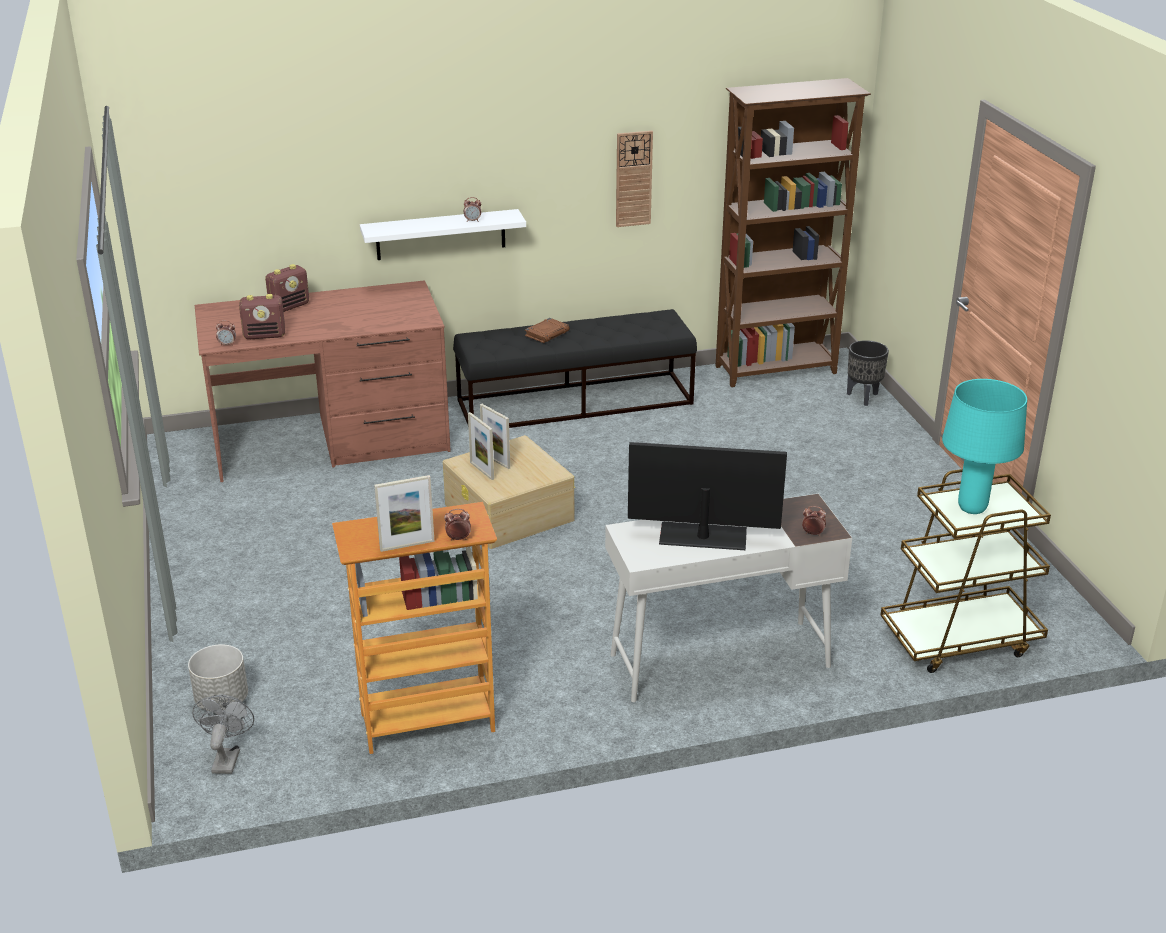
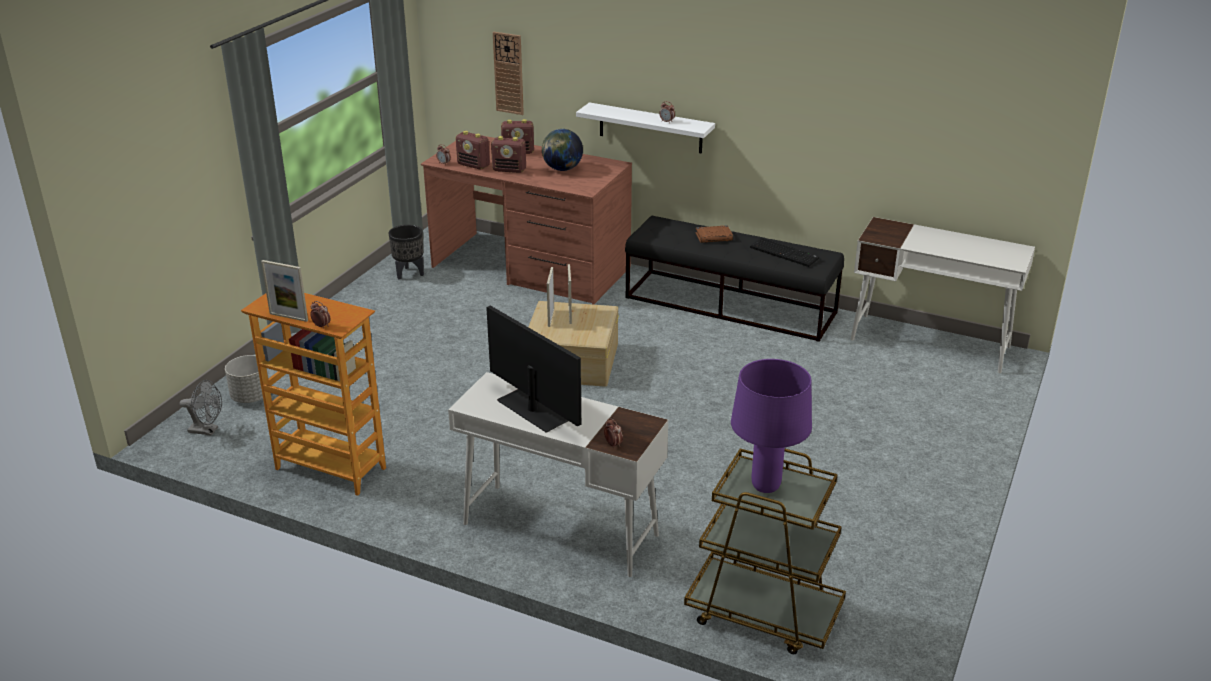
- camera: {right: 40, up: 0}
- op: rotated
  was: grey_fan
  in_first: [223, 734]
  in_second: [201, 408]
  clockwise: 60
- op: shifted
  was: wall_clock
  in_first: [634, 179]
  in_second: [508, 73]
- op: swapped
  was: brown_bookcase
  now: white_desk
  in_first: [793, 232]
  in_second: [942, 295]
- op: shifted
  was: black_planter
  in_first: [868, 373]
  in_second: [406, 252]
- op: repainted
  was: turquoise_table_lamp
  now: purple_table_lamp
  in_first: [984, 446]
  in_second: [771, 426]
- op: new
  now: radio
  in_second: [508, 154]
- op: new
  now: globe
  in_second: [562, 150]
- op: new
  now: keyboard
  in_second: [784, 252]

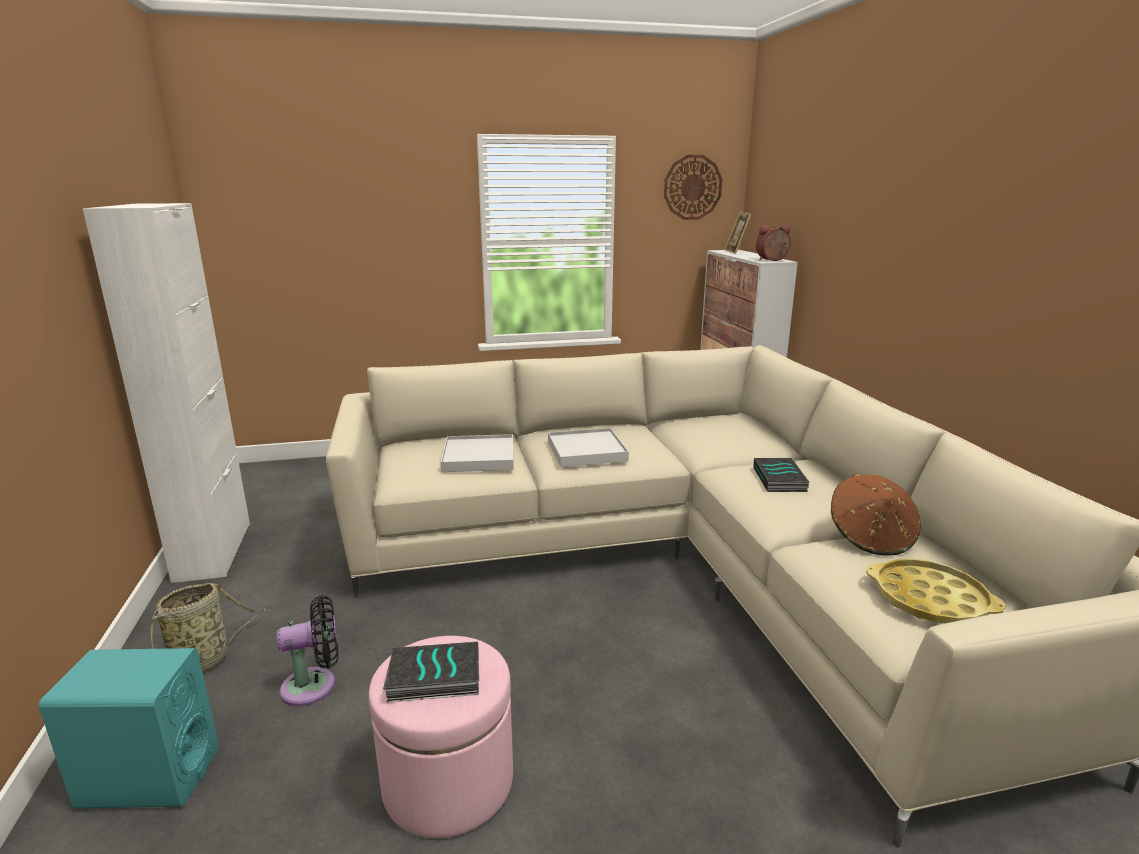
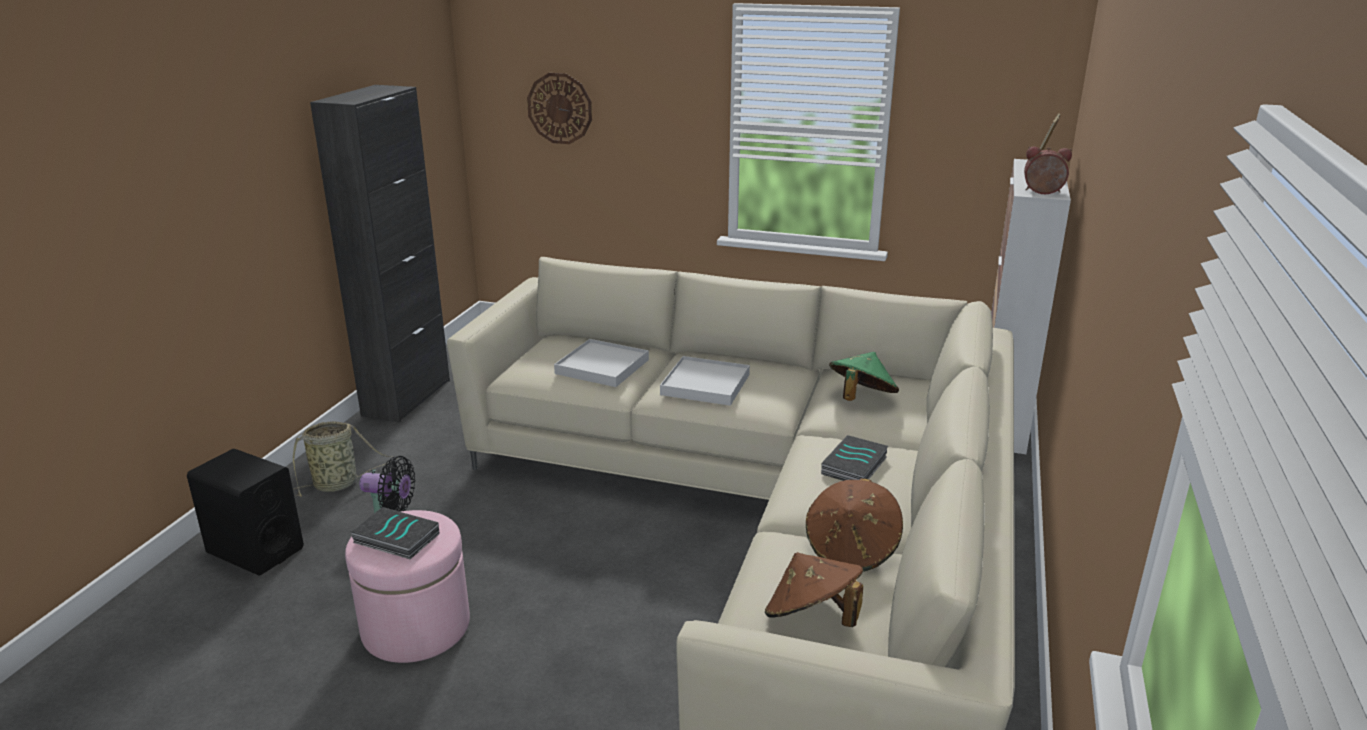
- camera: {right: 30, up: 5}
- op: repainted
  was: turquoise_speaker
  now: black_speaker
  in_first: [129, 728]
  in_second: [245, 512]
- op: repainted
  was: white_cabinet
  now: black_cabinet
  in_first: [166, 393]
  in_second: [380, 253]
- op: shifted
  was: wall_clock
  in_first: [693, 187]
  in_second: [559, 108]
- op: swapped
  was: yellow_tray
  now: brown_hat
  in_first: [935, 591]
  in_second: [814, 589]
- op: new
  now: green_hat
  in_second: [864, 376]

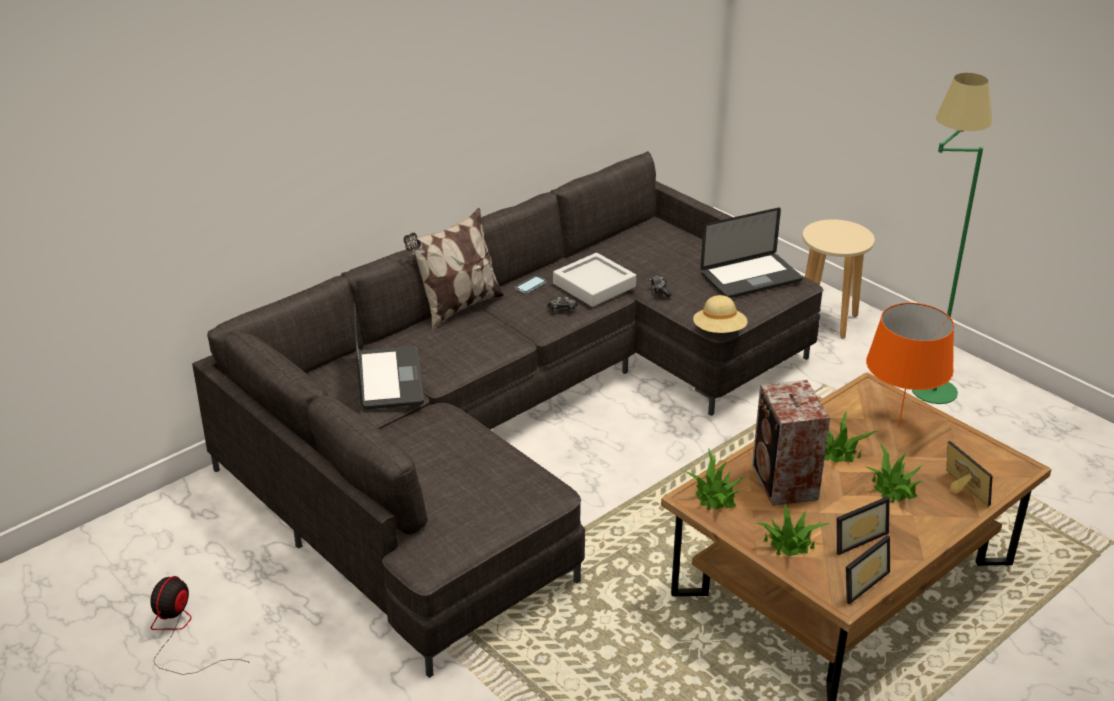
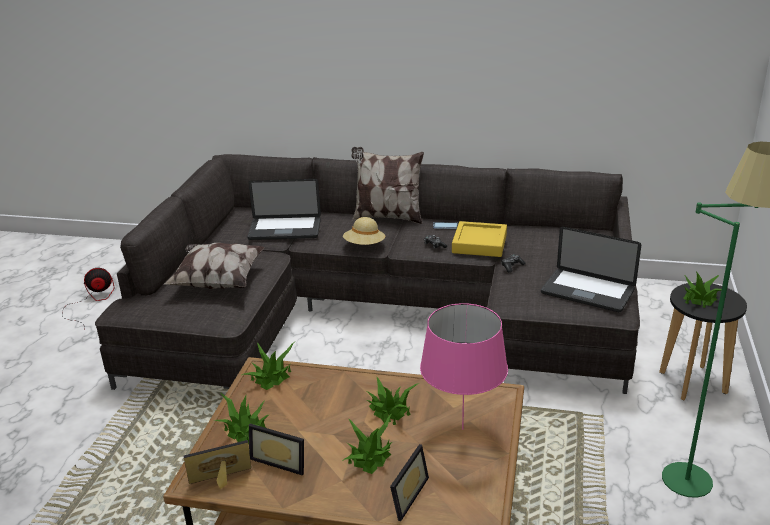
- camera: {right: 55, up: -5}
- op: rotated
  was: laptop
  in_first: [388, 355]
  in_second: [284, 209]
  clockwise: 45
- op: repainted
  was: grey_tray
  now: yellow_tray
  in_first: [594, 280]
  in_second: [479, 239]
- op: shifted
  was: beige_hat
  in_first: [720, 314]
  in_second: [364, 231]
- op: gone
  was: speaker
  in_first: [791, 443]
- op: repainted
  was: beige_stool
  now: black_stool
  in_first: [838, 279]
  in_second: [703, 341]
- op: rotated
  was: picture_frame
  in_first: [868, 569]
  in_second: [217, 464]
  clockwise: 150
- op: repainted
  was: orange_table_lamp
  now: pink_table_lamp
  in_first: [910, 365]
  in_second: [464, 366]
- op: new
  now: pillow
  in_second: [214, 266]
- op: new
  now: potted_plant
  in_second: [702, 289]

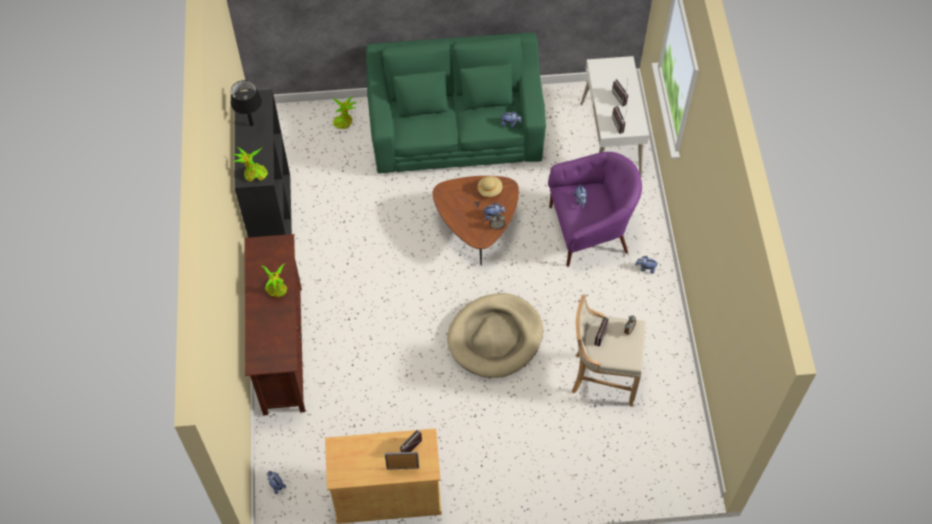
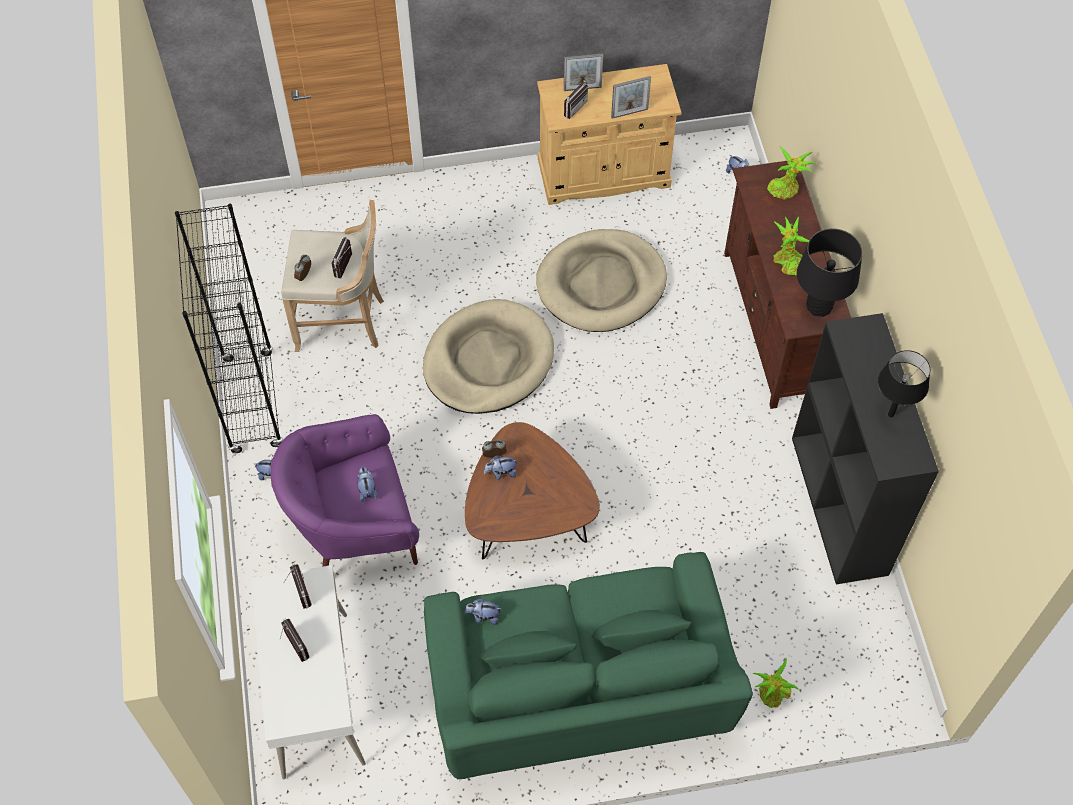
- camera: {right: 175, up: 0}
- op: shifted
  was: potted_plant
  in_first: [250, 164]
  in_second: [791, 173]
- op: gone
  was: beige_hat
  in_first: [489, 186]
- op: new
  now: black_bookcase
  in_second: [229, 328]
- op: new
  now: beige_dog_bed
  in_second: [601, 280]
- op: new
  now: picture_frame
  in_second: [631, 97]
- op: new
  now: black_table_lamp
  in_second: [830, 272]

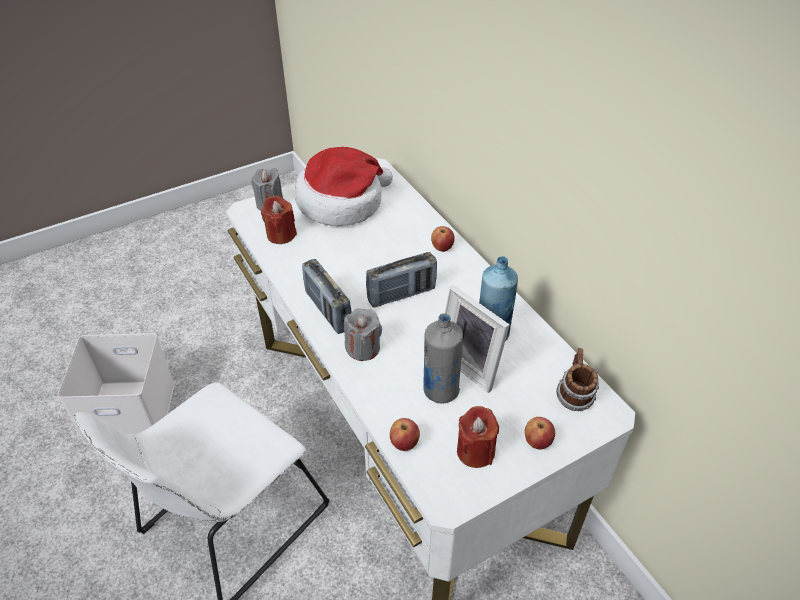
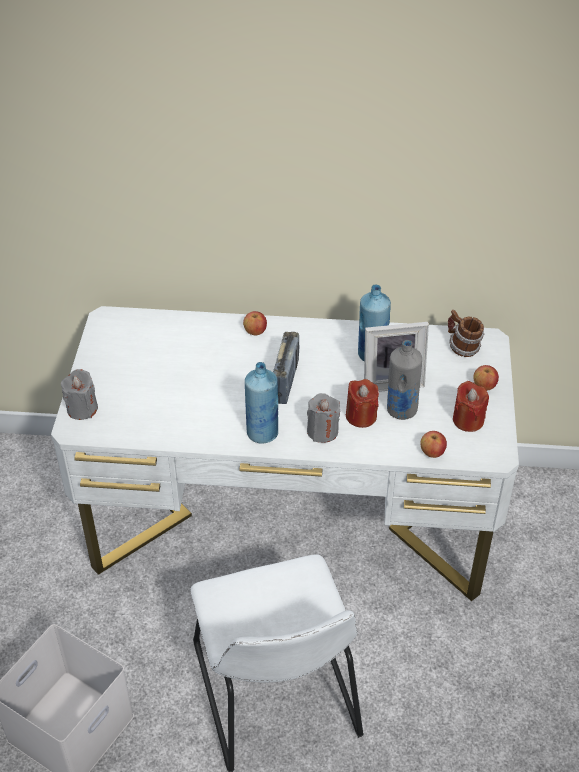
- camera: {right: -55, up: 0}
- op: shifted
  was: red_candle
  in_first: [279, 219]
  in_second: [362, 403]
- op: gone
  was: hat
  in_first: [344, 186]
- op: swapped
  was: radio
  now: blue_bottle
  in_first: [327, 296]
  in_second: [261, 403]

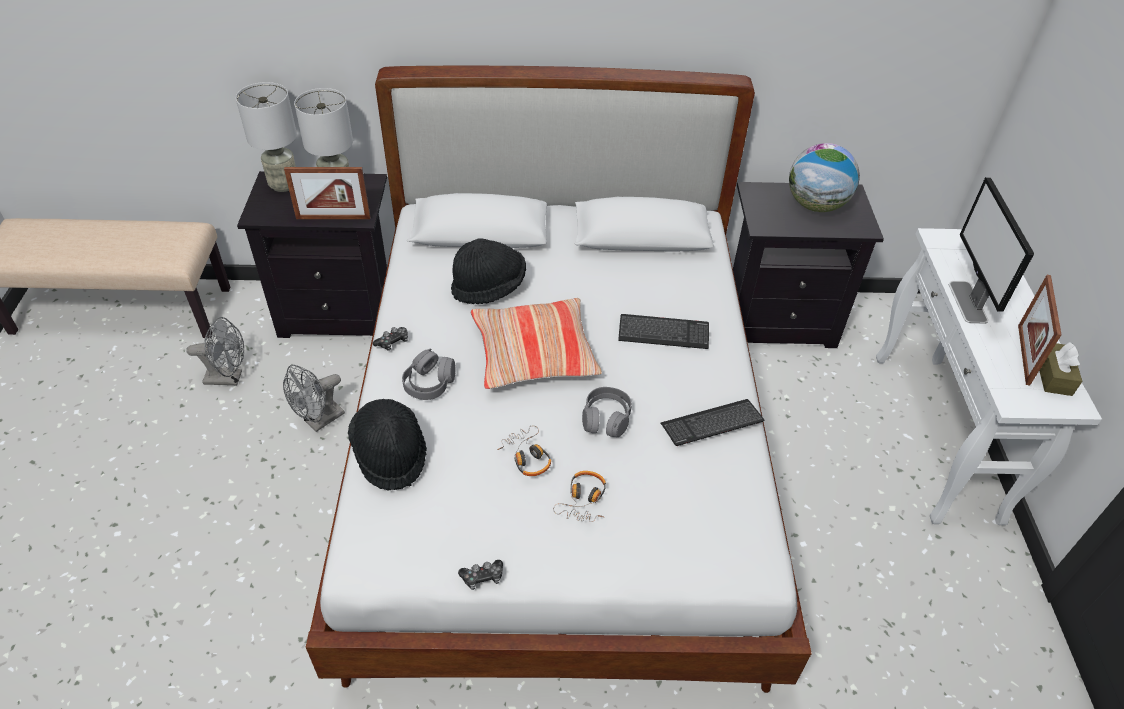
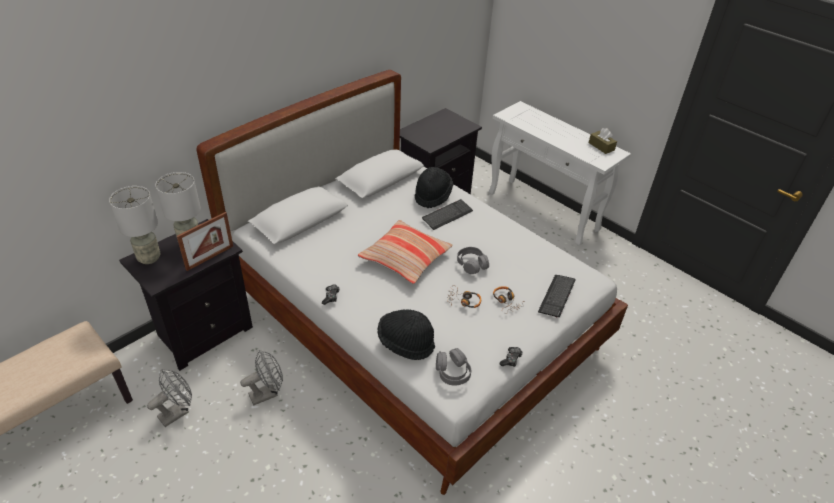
- camera: {right: -45, up: -5}
- op: rotated
  was: grey_fan
  in_first: [314, 398]
  in_second: [261, 377]
  clockwise: -120
- op: shifted
  was: grey_headphones
  in_first: [429, 374]
  in_second: [453, 367]
- op: shifted
  was: black_hat
  in_first: [488, 271]
  in_second: [434, 187]
- op: shifted
  was: keyboard
  in_first: [712, 422]
  in_second: [557, 296]
- op: gone
  was: globe
  in_first: [824, 177]
- op: gone
  was: monitor
  in_first: [991, 250]
- op: gone
  was: picture_frame
  in_first: [1040, 330]

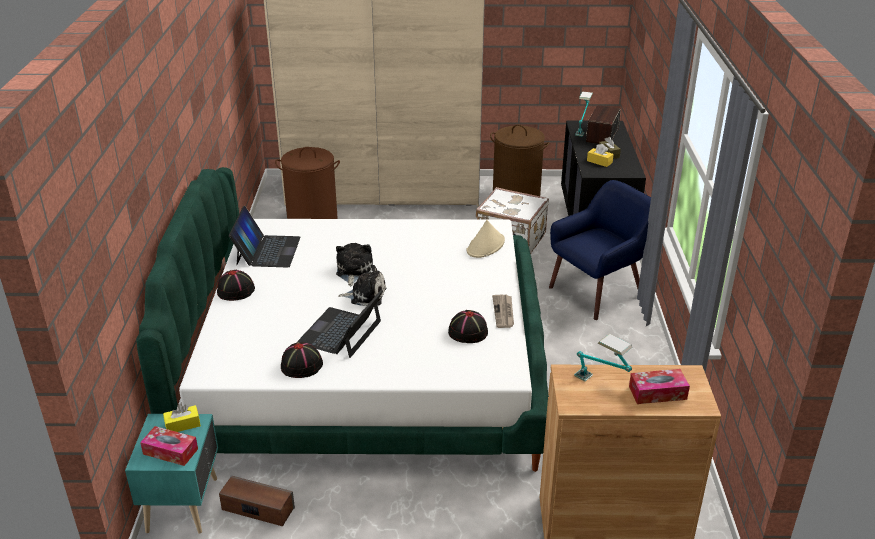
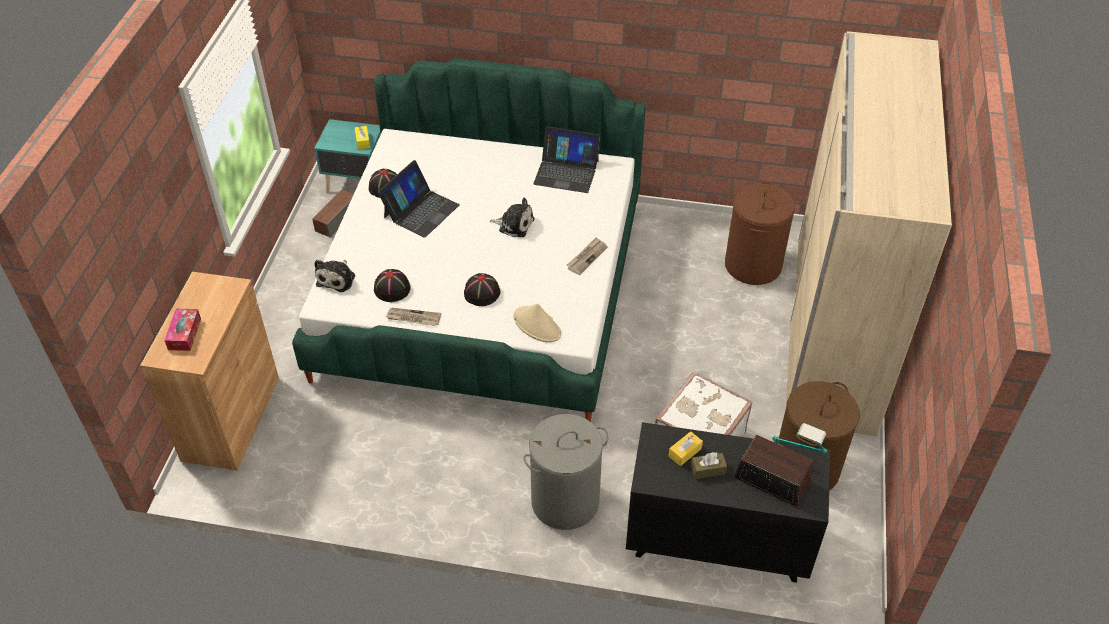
- camera: {right: 100, up: 15}
- op: gone
  was: tissue_box
  in_first: [169, 446]
- op: shifted
  was: black_hat
  in_first: [236, 285]
  in_second: [482, 289]
- op: rotated
  was: laptop
  in_first: [340, 323]
  in_second: [419, 199]
  clockwise: 90
- op: shifted
  was: plush_toy
  in_first: [362, 285]
  in_second: [334, 276]
- op: swapped
  was: blue_armchair
  now: grey_laundry_basket
  in_first: [600, 250]
  in_second: [566, 472]
- op: gone
  was: table_lamp
  in_first: [603, 358]
- op: new
  now: newspaper
  in_second: [587, 256]

